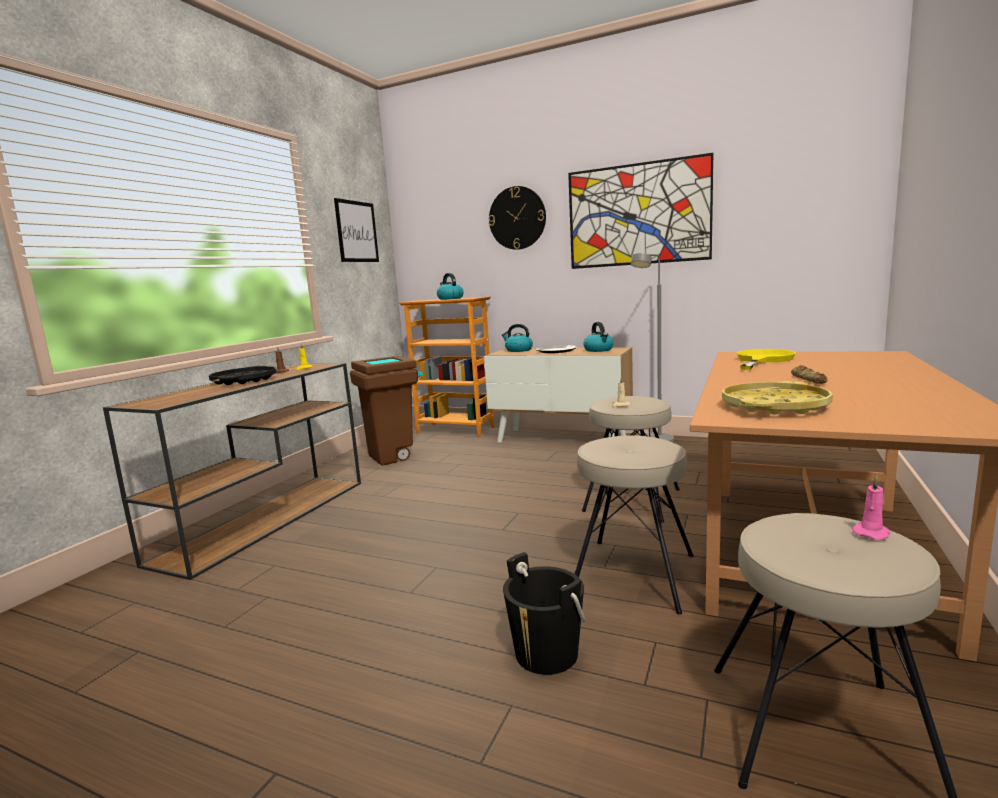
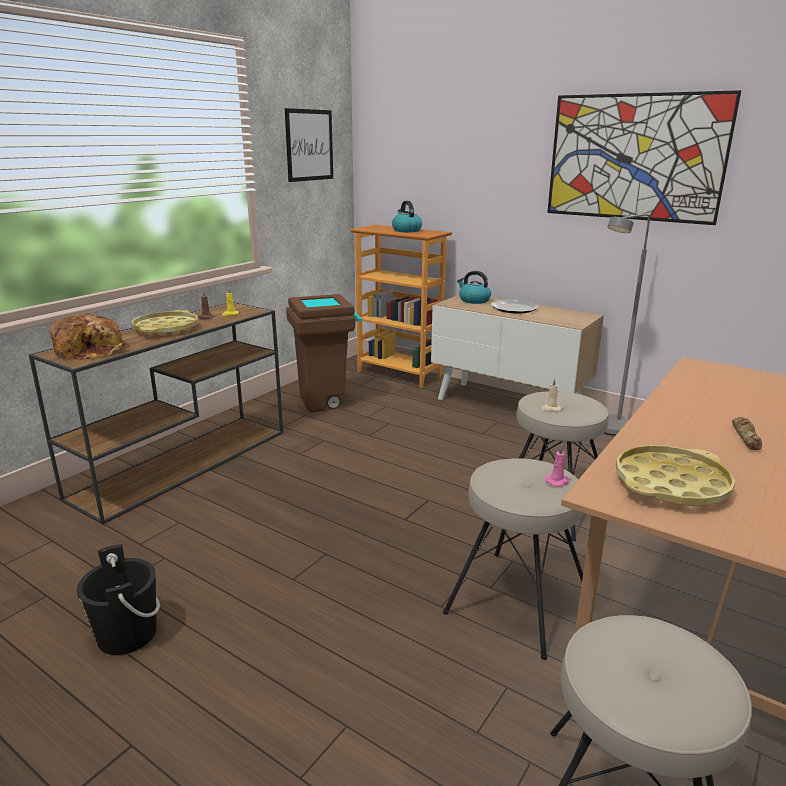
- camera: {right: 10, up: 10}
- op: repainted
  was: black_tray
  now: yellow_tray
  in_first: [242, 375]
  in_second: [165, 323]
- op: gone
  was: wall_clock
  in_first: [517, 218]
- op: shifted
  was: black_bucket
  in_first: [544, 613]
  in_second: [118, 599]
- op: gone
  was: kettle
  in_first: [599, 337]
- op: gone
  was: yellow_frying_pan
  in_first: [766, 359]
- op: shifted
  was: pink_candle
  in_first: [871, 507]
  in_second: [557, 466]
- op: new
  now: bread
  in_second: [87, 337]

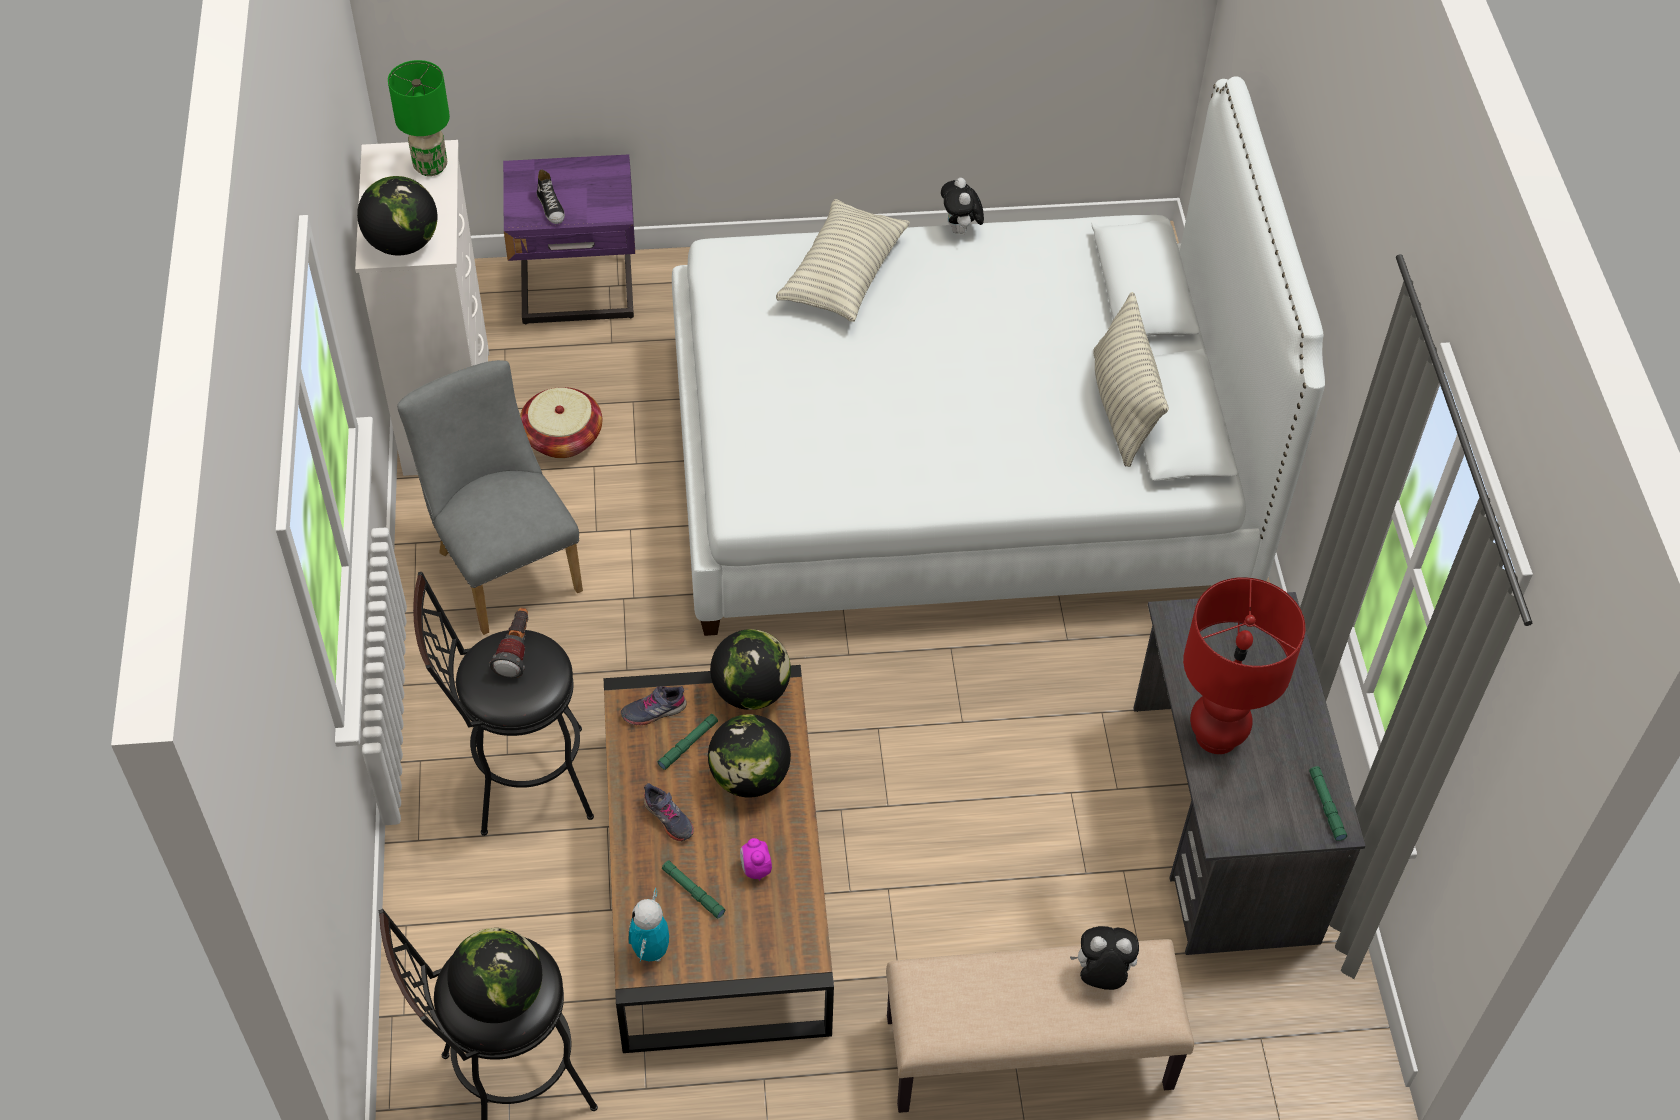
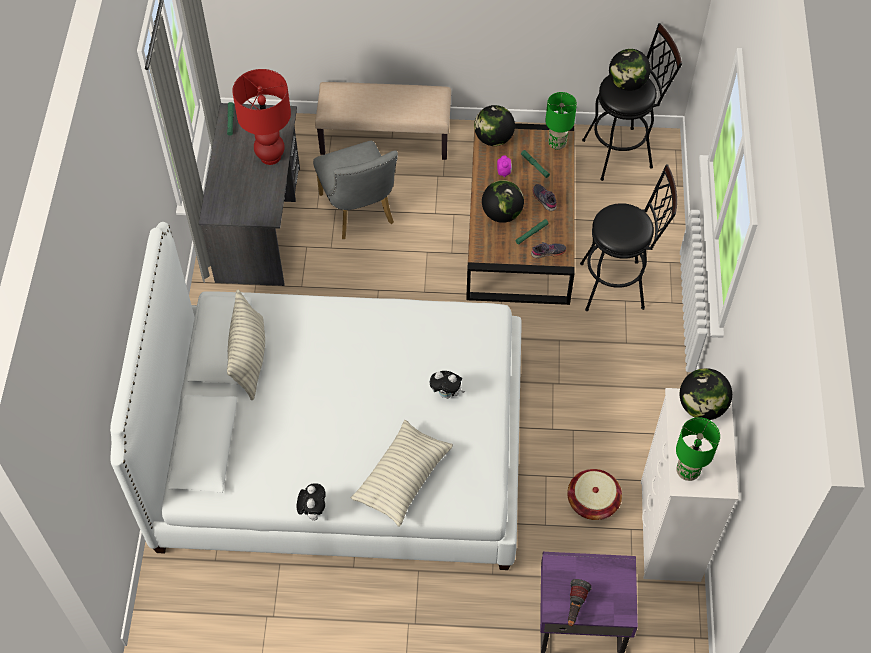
- camera: {right: -170, up: 5}
- op: shifted
  was: grey_chair
  in_first: [490, 497]
  in_second: [355, 190]
- op: shifted
  was: flashlight
  in_first: [509, 643]
  in_second: [580, 602]
- op: gone
  was: shoe
  in_first: [551, 196]
- op: swapped
  was: toy_robot
  now: green_table_lamp
  in_first: [648, 925]
  in_second: [561, 121]
- op: shifted
  was: globe
  in_first: [750, 669]
  in_second: [494, 125]
- op: shifted
  was: plush_toy
  in_first: [1104, 958]
  in_second: [447, 385]

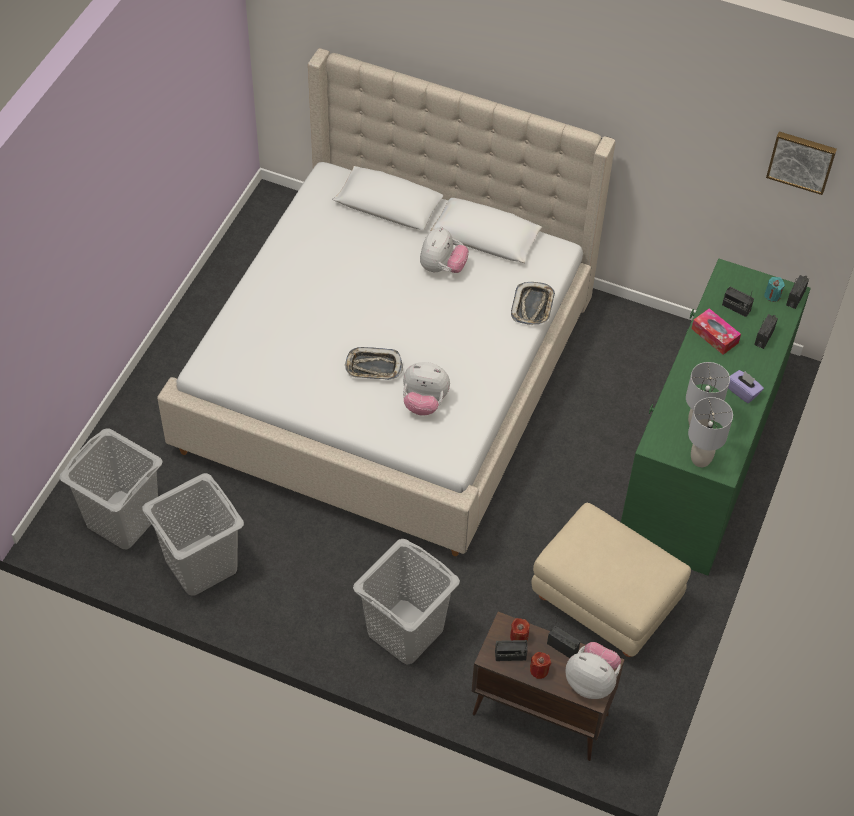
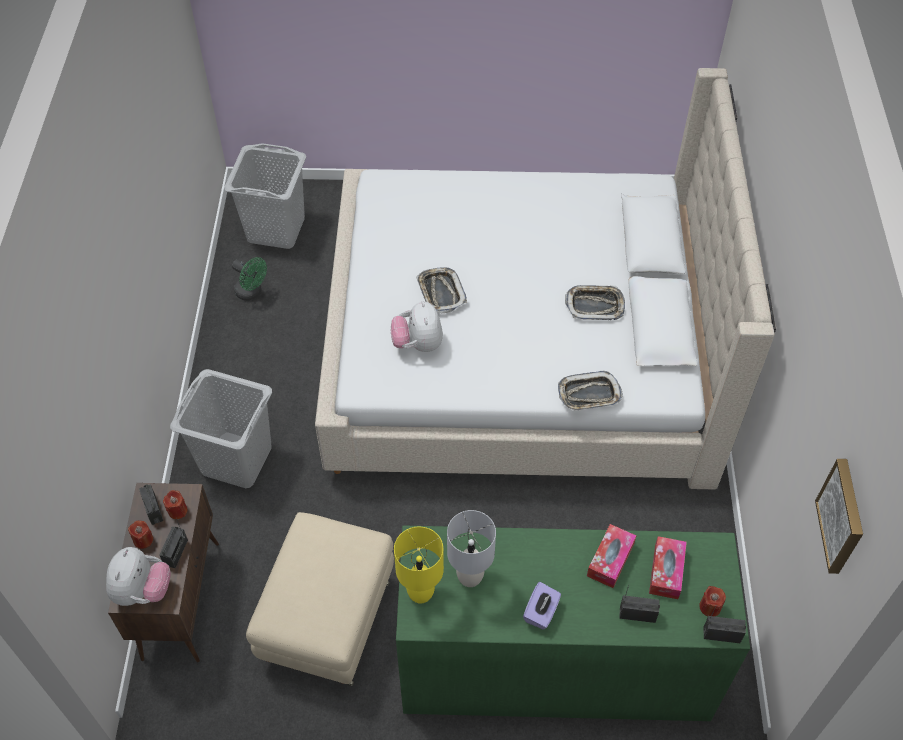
- camera: {right: 70, up: 0}
- op: swapped
  was: grey_laundry_basket
  now: green_fan
  in_first: [193, 534]
  in_second: [249, 279]
- op: swapped
  was: plush_toy
  now: tray
  in_first: [444, 249]
  in_second: [595, 302]
- op: repainted
  was: grey_table_lamp
  now: yellow_table_lamp
  in_first: [710, 432]
  in_second: [419, 565]
- op: swapped
  was: radio
  now: tissue_box
  in_first: [738, 301]
  in_second: [668, 567]
- op: repainted
  was: turquoise_candle
  now: red_candle
  in_first: [774, 289]
  in_second: [712, 601]

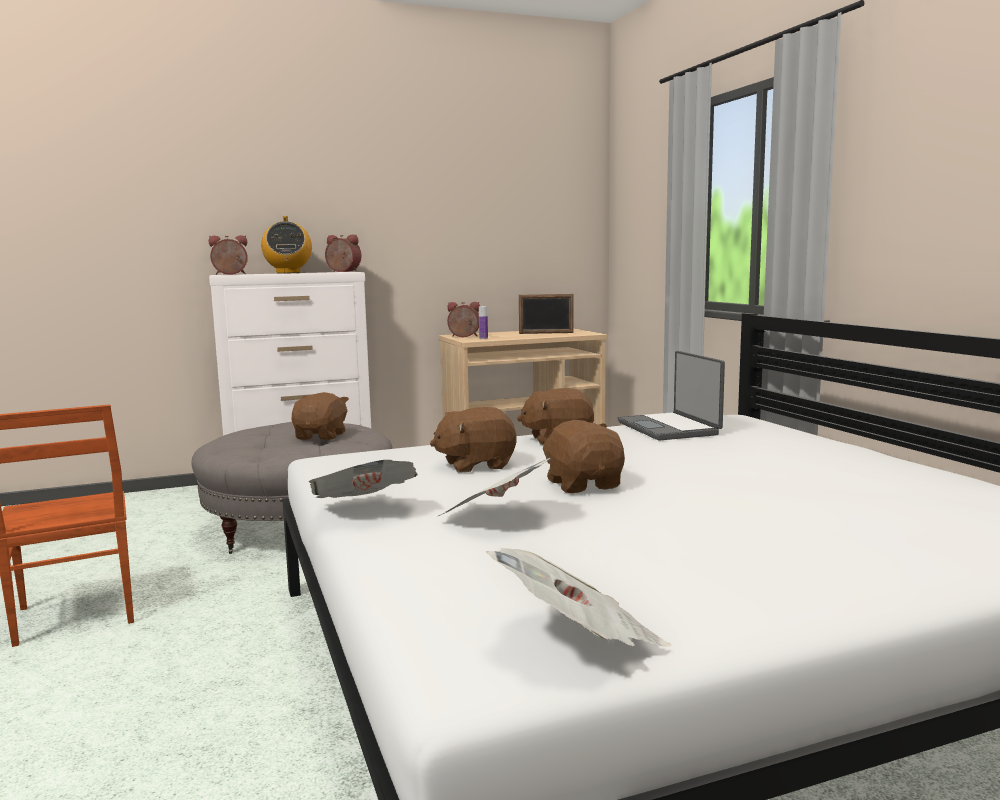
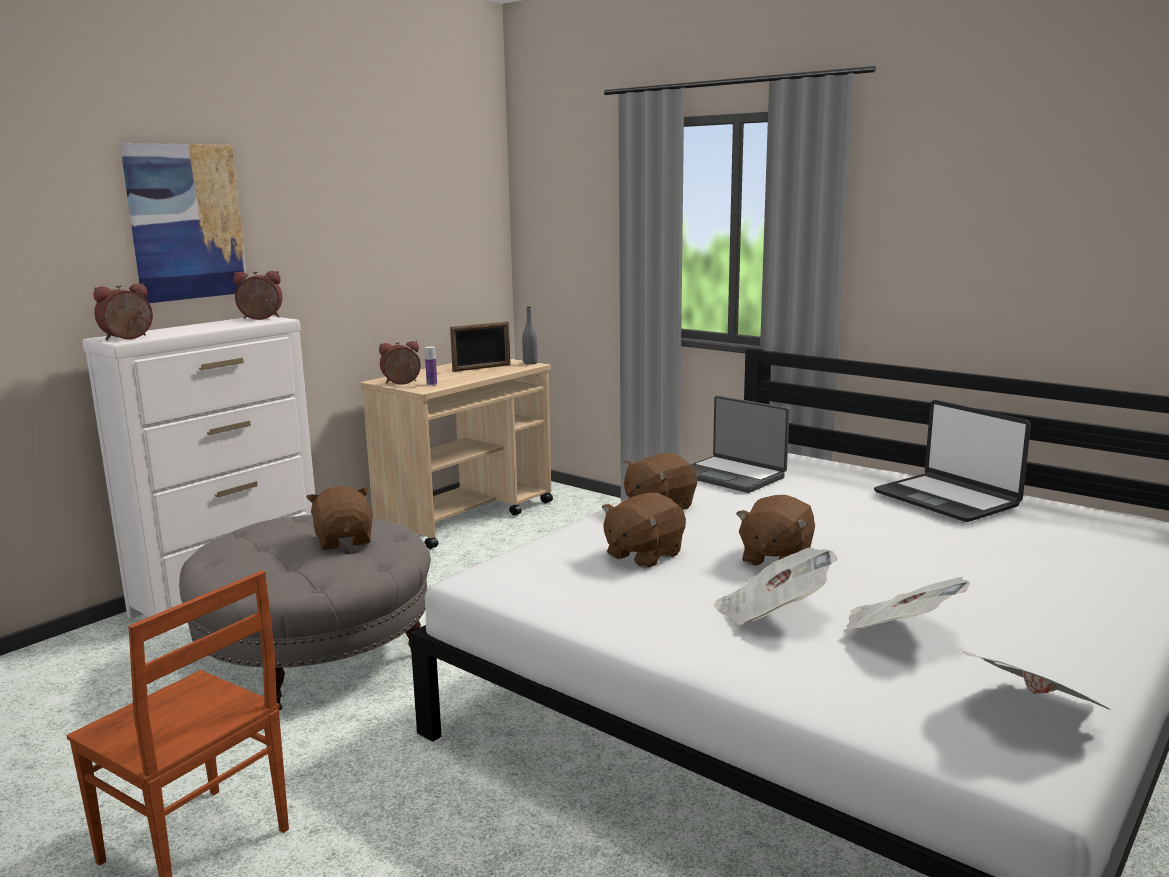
- camera: {right: -30, up: 5}
- op: gone
  was: radio
  in_first: [286, 245]
- op: shifted
  was: newspaper
  in_first: [363, 479]
  in_second: [907, 604]
- op: rotated
  was: brown_plush_toy
  in_first: [582, 456]
  in_second: [775, 530]
  clockwise: -105
- op: new
  now: picture
  in_second: [183, 223]
- op: new
  now: grey_bottle
  in_second: [530, 335]
- op: new
  now: laptop
  in_second: [952, 461]

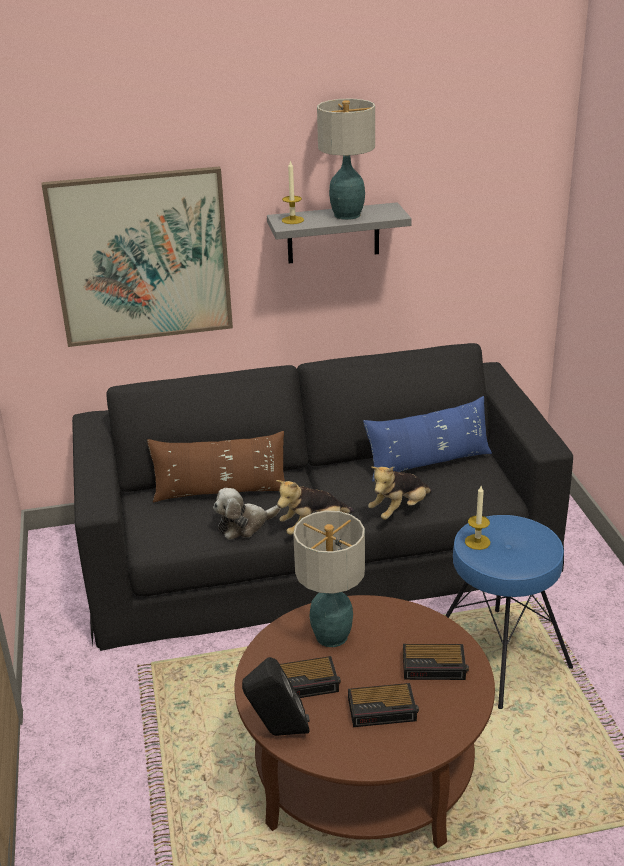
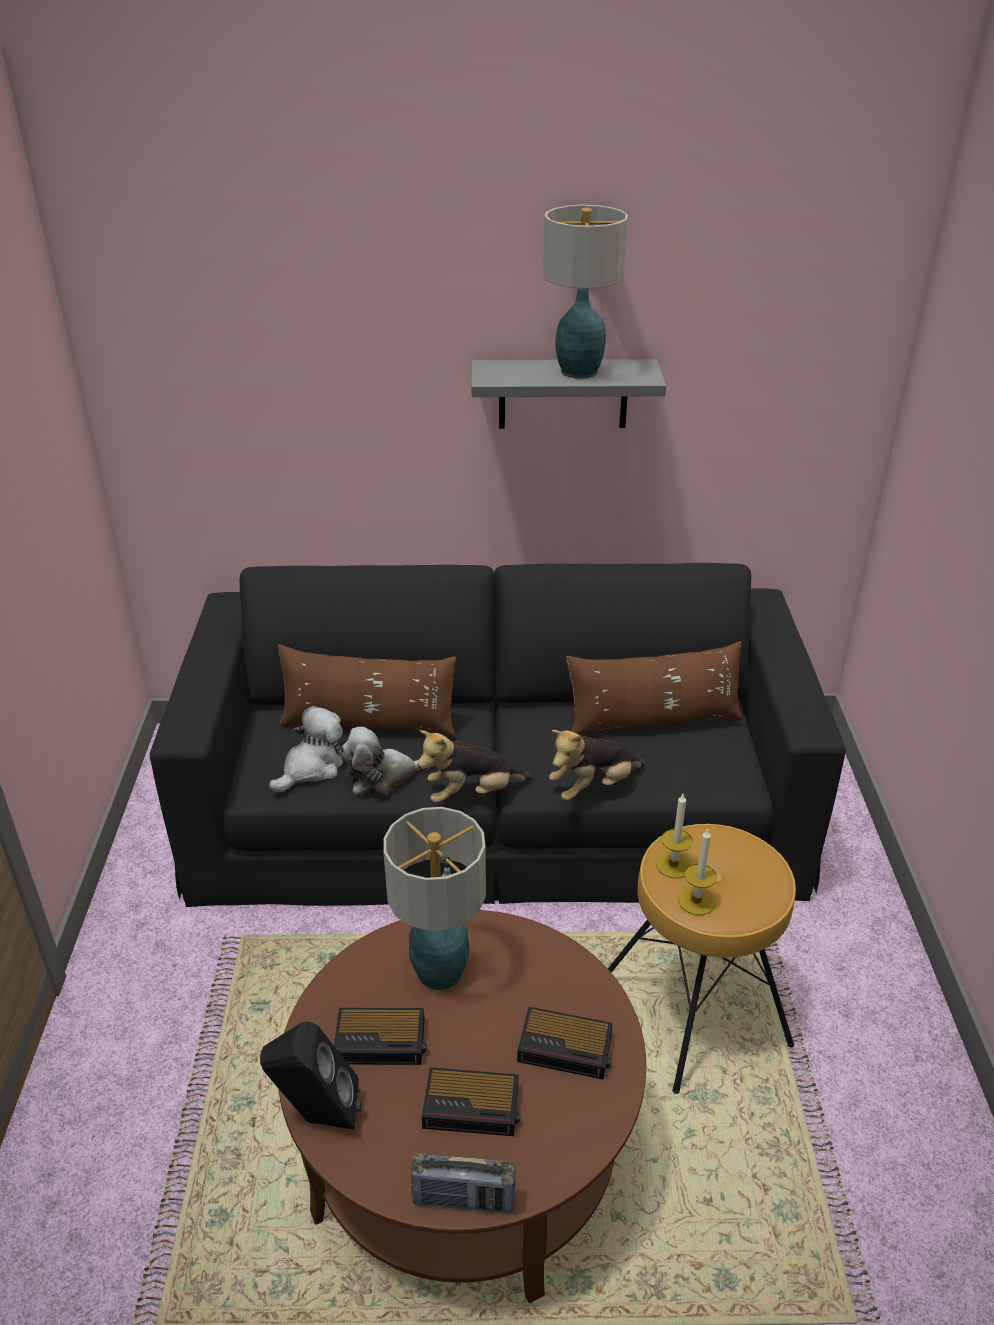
- camera: {right: 10, up: 5}
- op: gone
  was: picture
  in_first: [137, 256]
- op: shifted
  was: candle
  in_first: [293, 192]
  in_second: [697, 872]
- op: repainted
  was: blue_pillow
  now: brown_pillow
  in_first: [427, 439]
  in_second: [654, 688]
- op: repainted
  was: blue_stool
  now: brown_stool
  in_first: [509, 612]
  in_second: [702, 959]
- op: new
  now: plush_toy
  in_second: [306, 749]
- op: new
  now: radio
  in_second: [463, 1183]

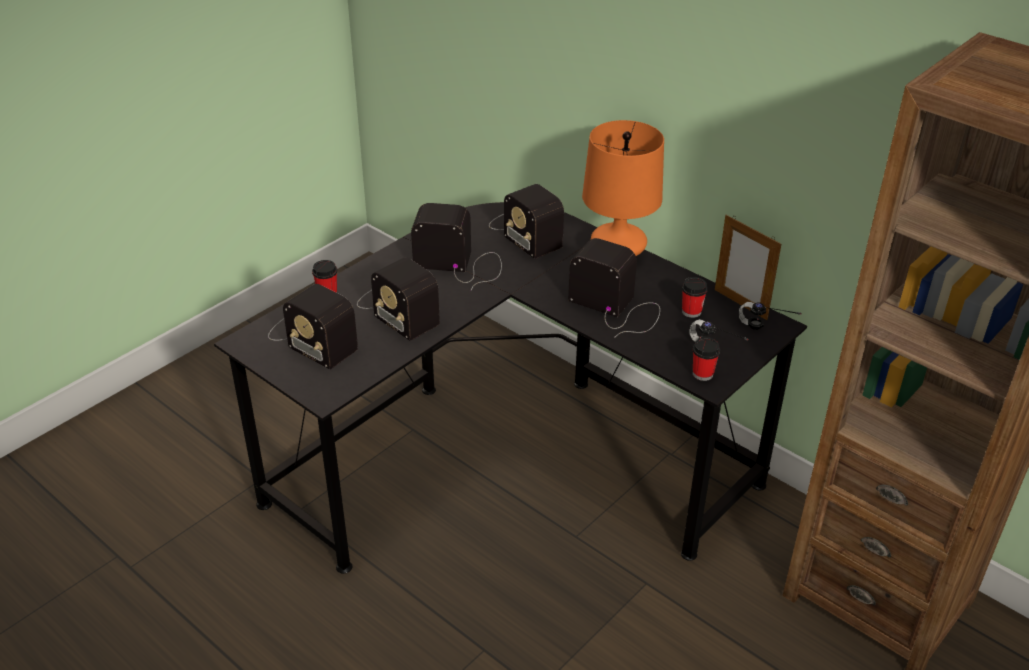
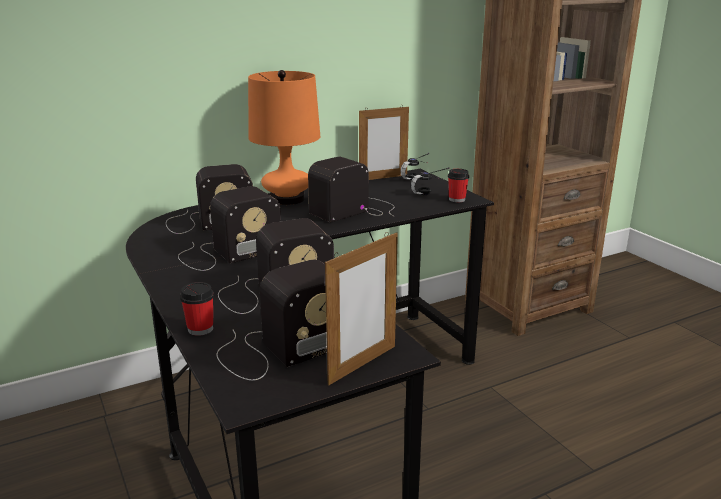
- camera: {right: -70, up: -15}
- op: rotated
  was: radio
  in_first: [456, 246]
  in_second: [229, 228]
  clockwise: -150
- op: gone
  was: cup
  in_first: [695, 297]
- op: new
  now: picture_frame
  in_second: [361, 308]

